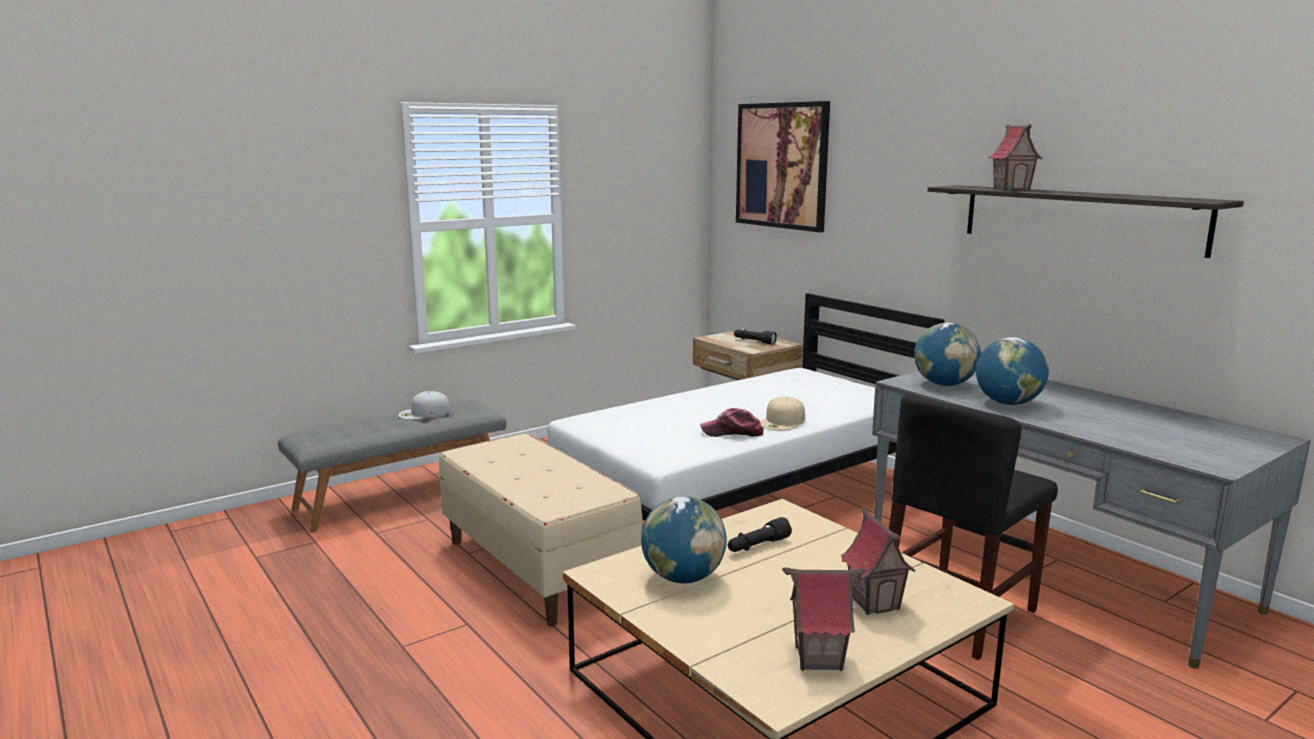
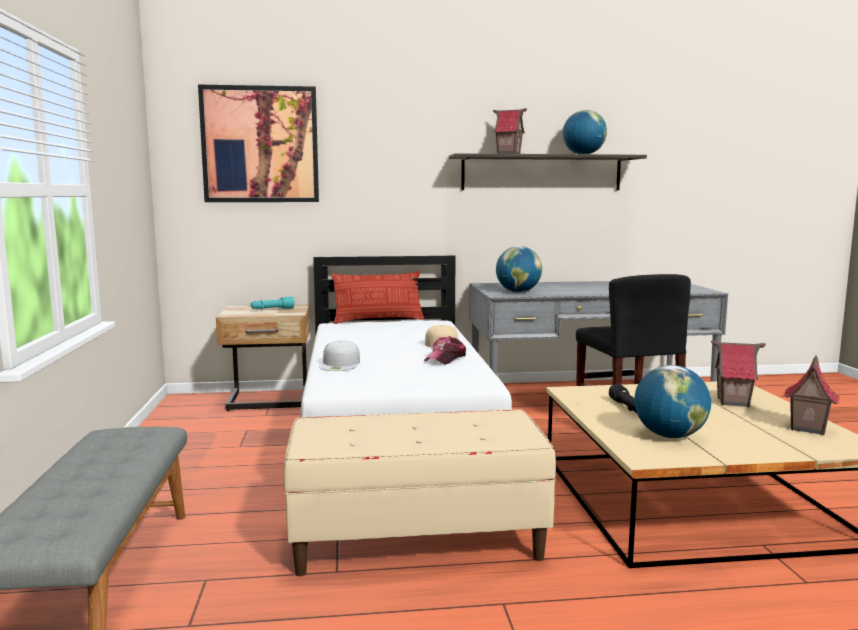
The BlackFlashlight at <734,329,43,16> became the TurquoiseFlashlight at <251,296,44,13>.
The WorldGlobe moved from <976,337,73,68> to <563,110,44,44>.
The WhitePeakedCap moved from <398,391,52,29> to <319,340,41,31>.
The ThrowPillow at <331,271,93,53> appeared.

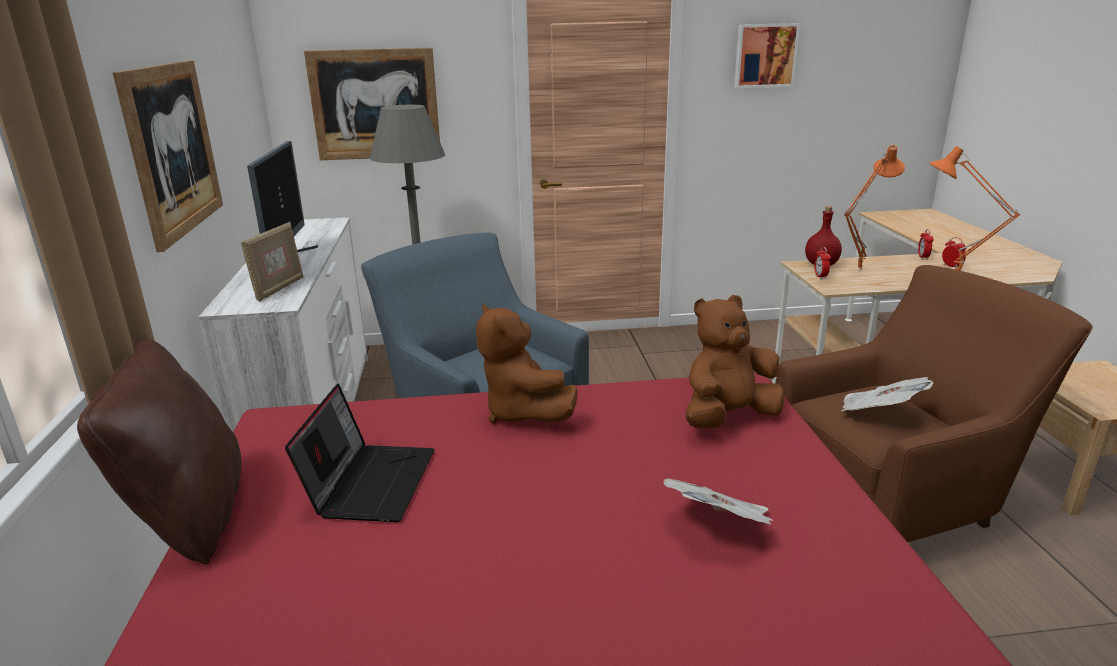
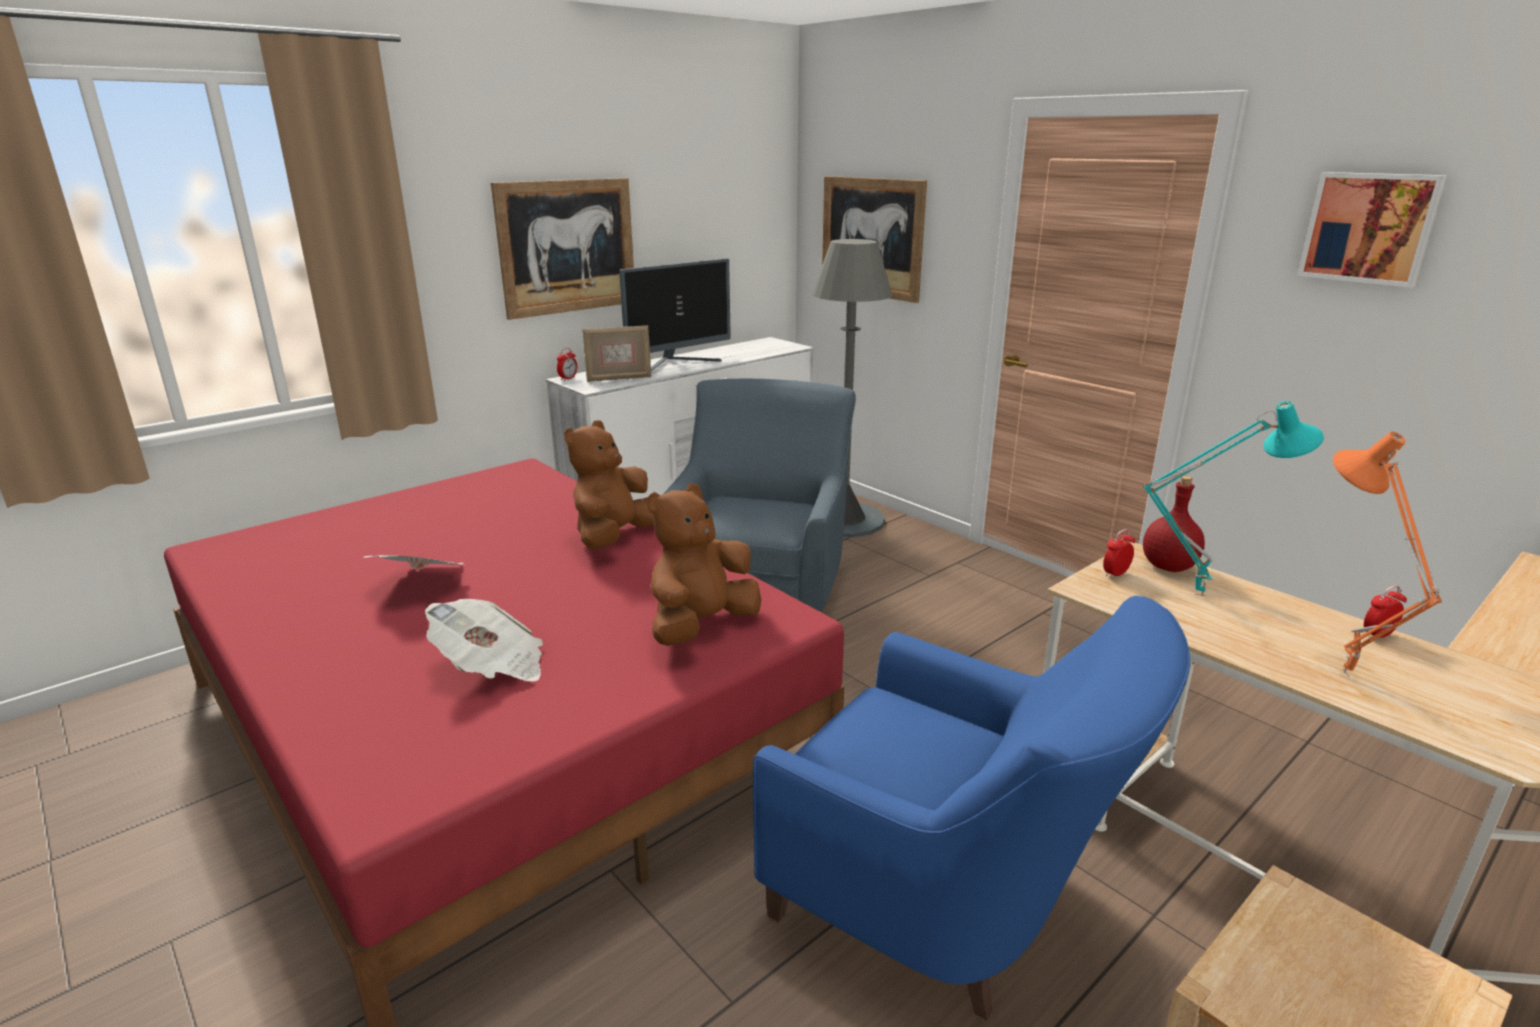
The OrangeTabletopLamp at <844,145,61,126> became the TurquoiseTabletopLamp at <1143,401,181,195>.
The AlarmClock moved from <942,237,24,30> to <557,348,20,33>.
The BrownColouredLoungeChair at <776,265,317,277> became the BlueLoungeChair at <753,596,437,424>.
The BrownColouredCuddlyToy at <685,295,99,133> turned 75 degrees counterclockwise.
The BrownColouredThrowPillow at <77,339,164,225> disappeared.
The DailyPaper moved from <841,377,92,34> to <363,555,100,15>.
The PortableComputer at <285,384,150,138> disappeared.

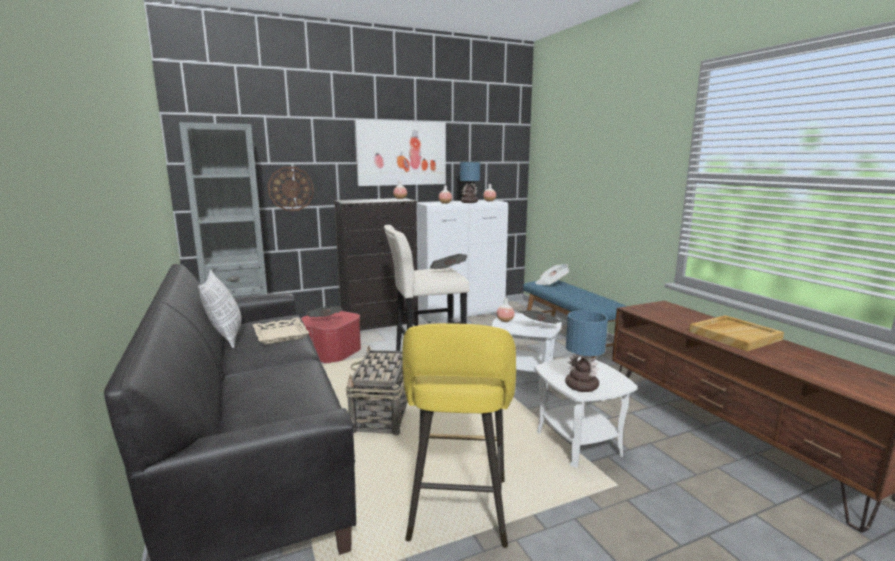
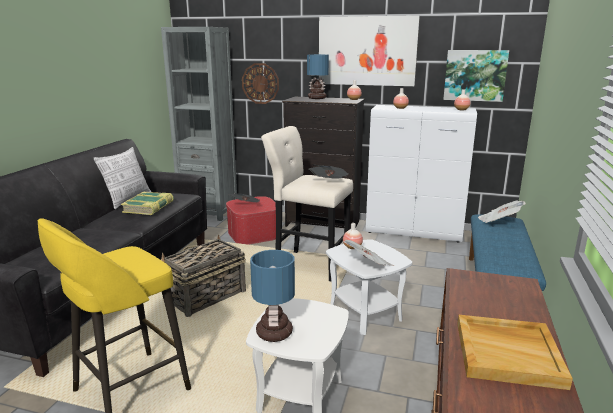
The TabletopLamp moved from <460,162,20,41> to <307,54,22,45>.
The BeigeCarryingTray at <253,318,56,27> was replaced by the Volume at <121,192,53,23>.
The Picture at <443,50,66,52> appeared.

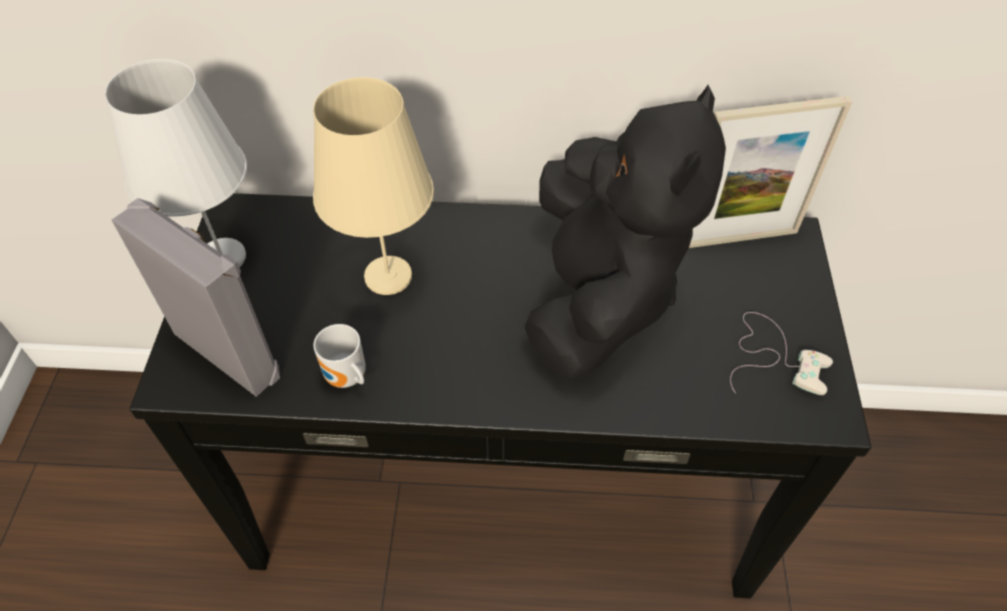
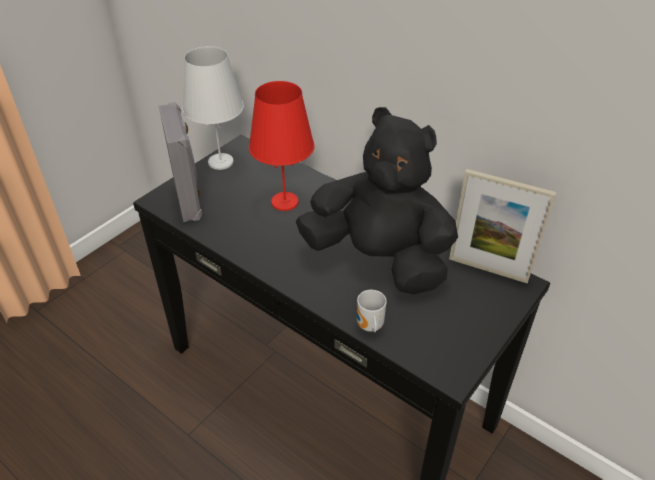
The BeigeTabletopLamp at <313,77,121,218> became the RedColouredTabletopLamp at <249,81,66,130>.
The BlackCuddlyToy at <525,85,201,293> turned 105 degrees counterclockwise.
The WhiteGameController at <730,312,103,83> disappeared.
The CoffeeMug moved from <313,324,53,64> to <357,290,30,42>.

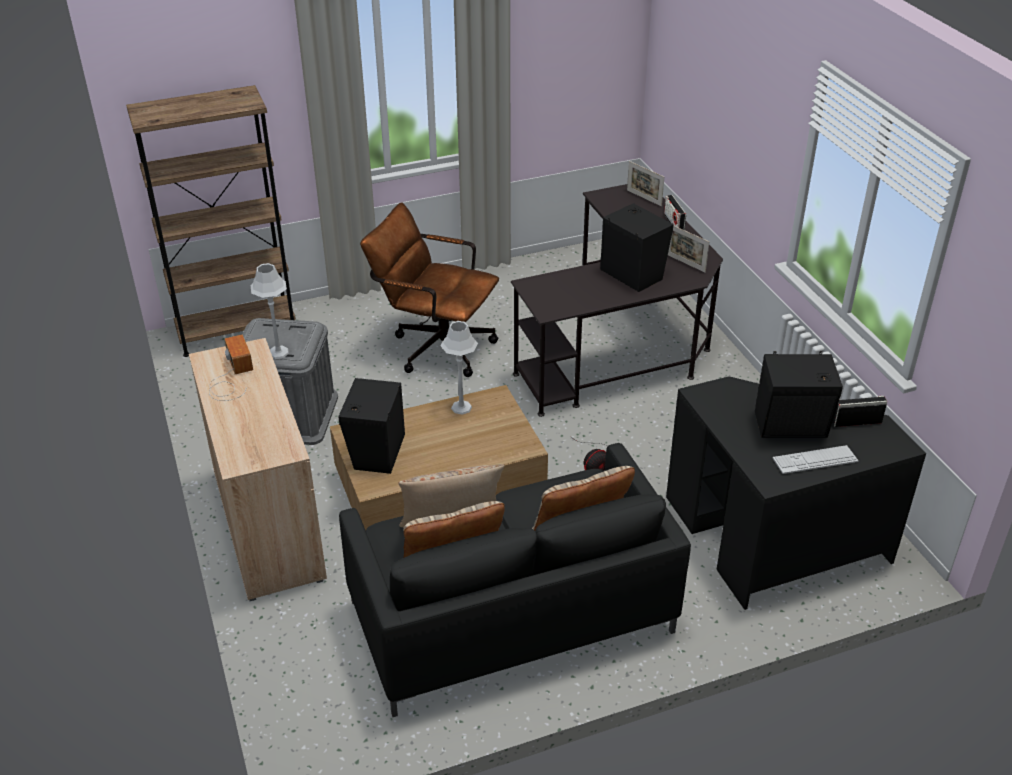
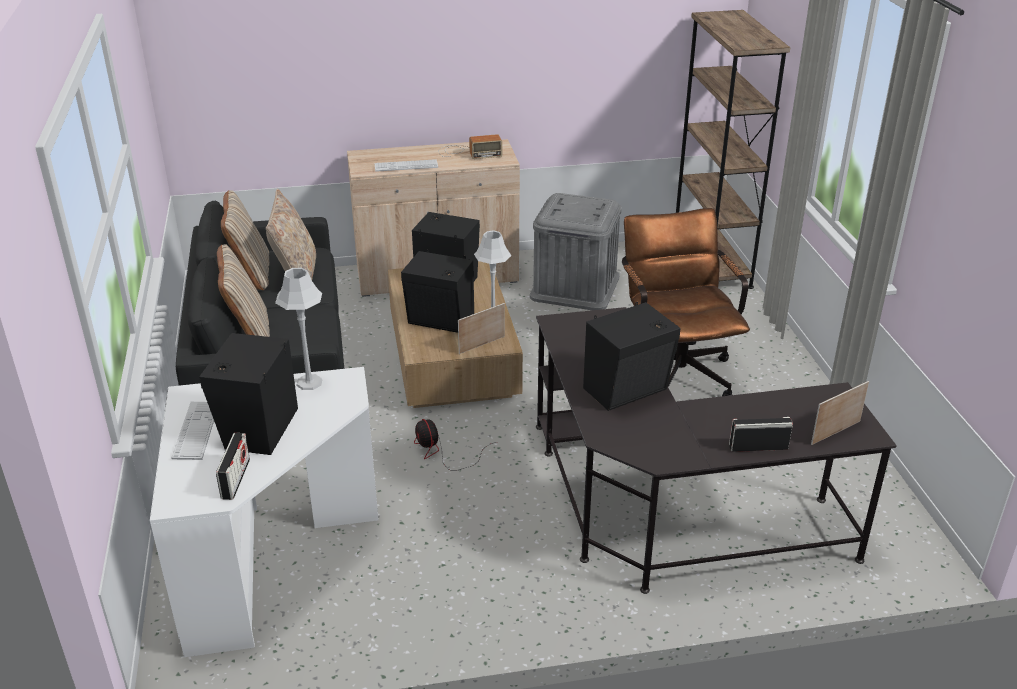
The BrownColouredComputerChair at <360,202,139,175> turned 45 degrees counterclockwise.
The PhotoFrame moved from <668,225,41,48> to <458,303,47,51>.
The GreyishTabletopLamp moved from <251,263,38,96> to <275,268,47,122>.
The BlackDesk at <666,377,260,233> became the WhiteDesk at <150,367,229,290>.
The ComputerKeyboard at <374,159,64,13> appeared.
The BlackLoudspeaker at <401,250,73,83> appeared.

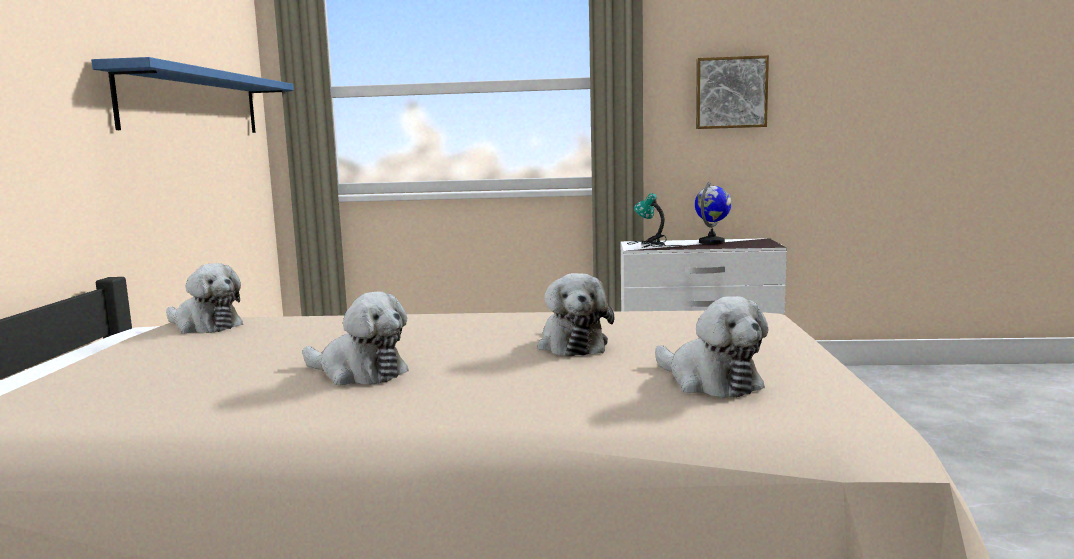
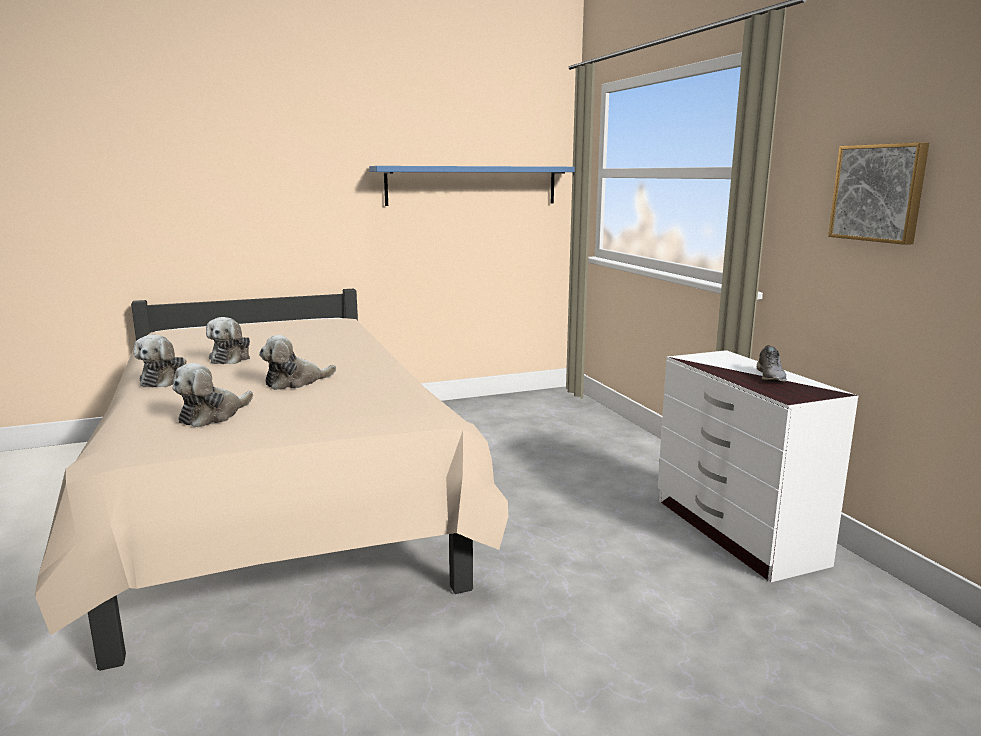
The WorldGlobe at <695,182,37,62> was replaced by the GreyishItemOfFootwear at <757,345,30,37>.
The TabletopLamp at <627,193,62,55> disappeared.
The CuddlyToy moved from <166,263,77,70> to <134,335,52,53>.

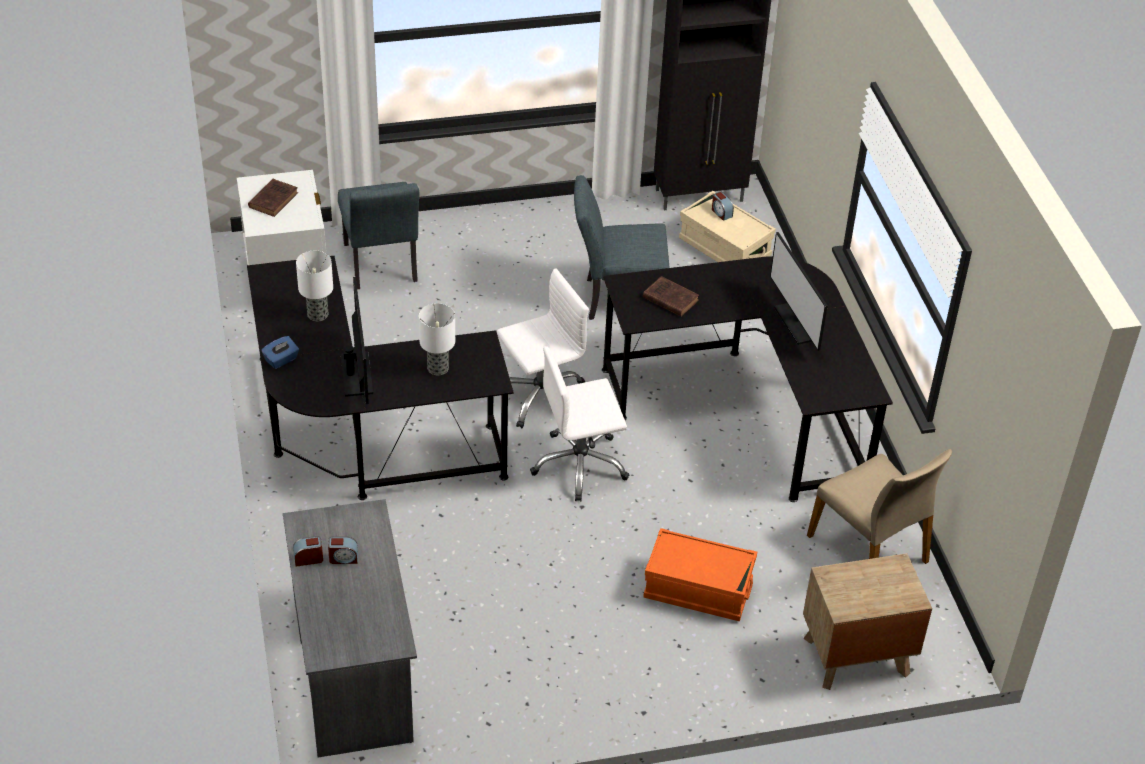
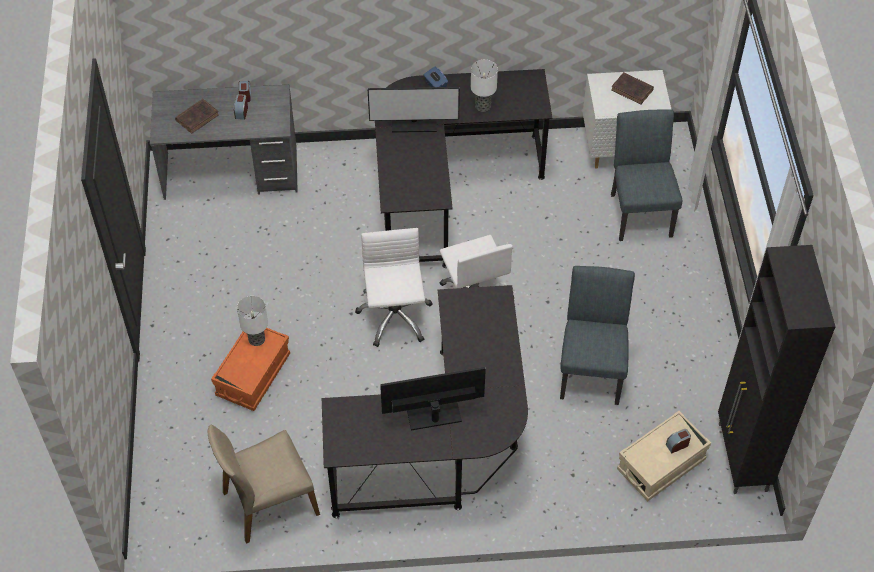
The GreyishUprightChair at <338,182,81,107> turned 90 degrees clockwise.
The BrownColouredVolume moved from <643,276,56,40> to <175,99,44,35>.
The TabletopLamp moved from <419,303,36,72> to <237,296,31,50>.
The BrownColouredNightTable at <803,553,129,137> disappeared.

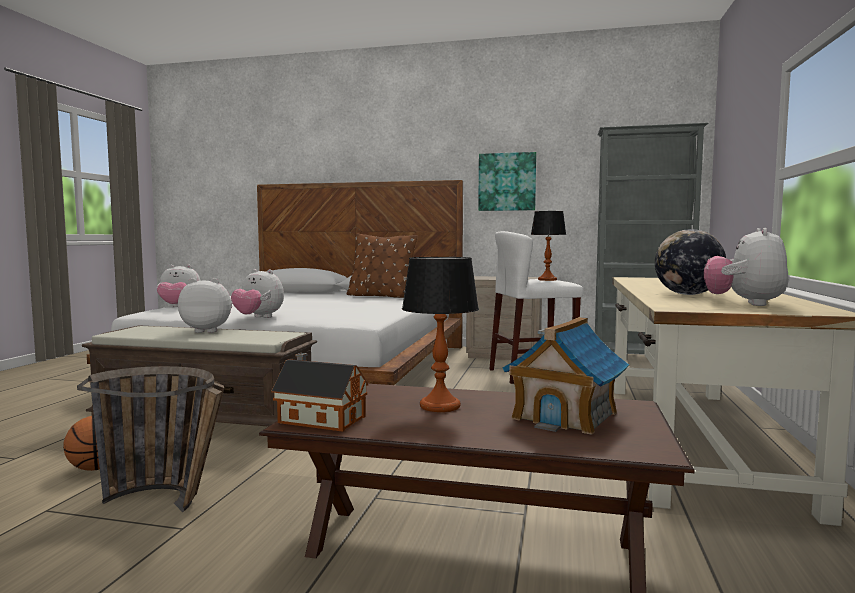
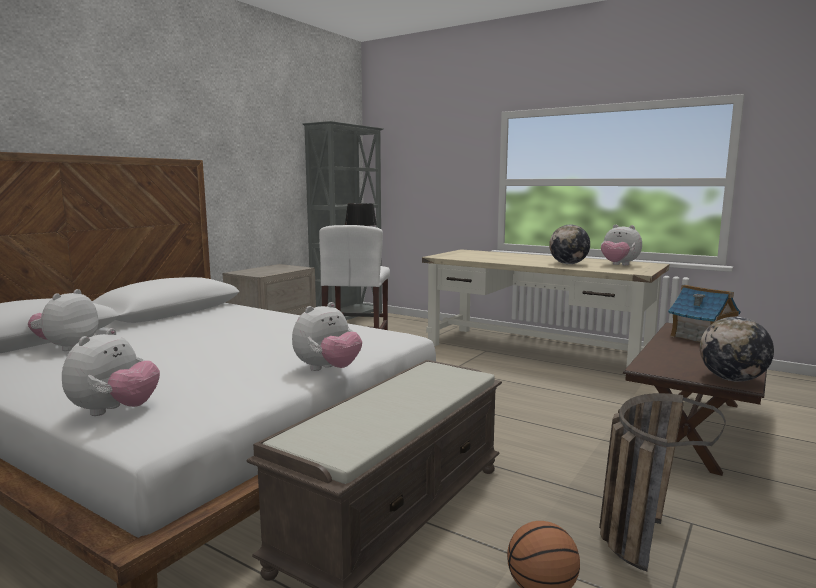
The Picture at <478,152,58,59> disappeared.
The BrownColouredThrowPillow at <346,234,71,64> disappeared.
The TabletopLamp at <402,257,77,155> disappeared.
The CuddlyToy moved from <178,278,54,55> to <28,289,70,62>.
The ModelHouse at <271,353,97,79> was replaced by the WorldGlobe at <700,317,74,65>.

